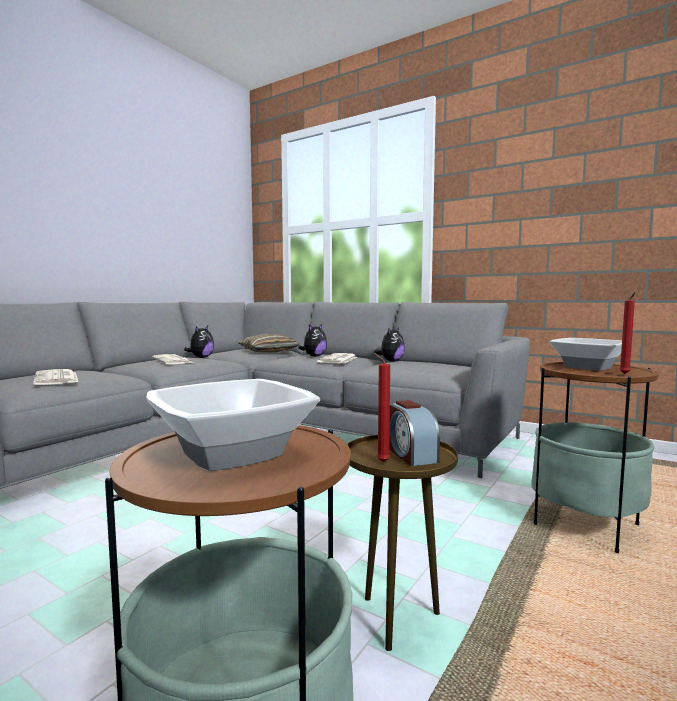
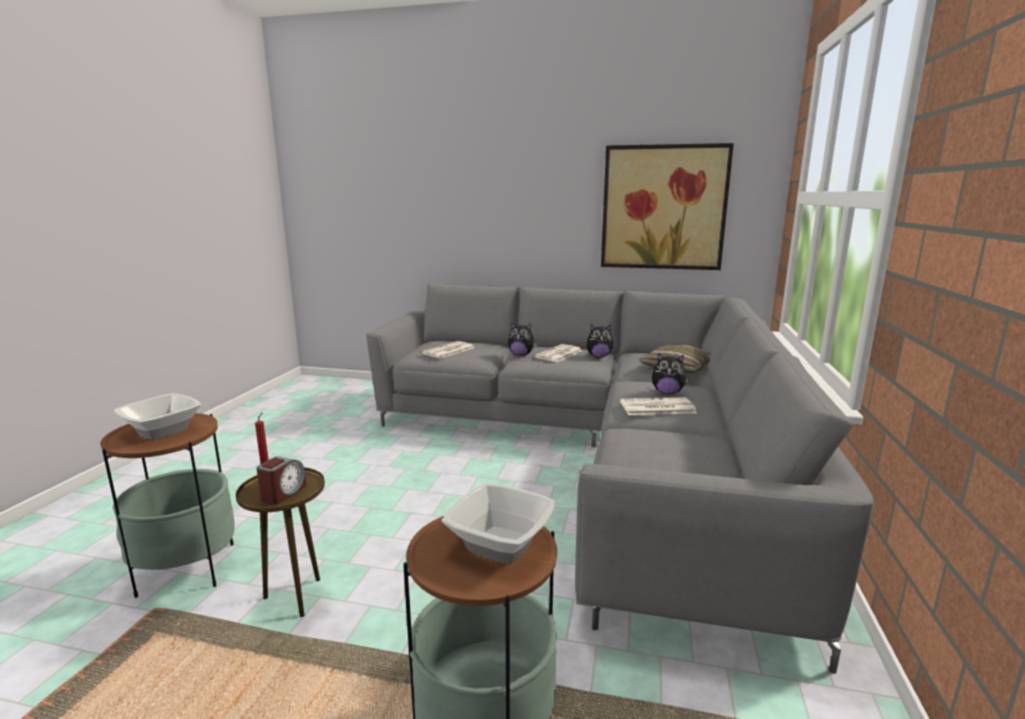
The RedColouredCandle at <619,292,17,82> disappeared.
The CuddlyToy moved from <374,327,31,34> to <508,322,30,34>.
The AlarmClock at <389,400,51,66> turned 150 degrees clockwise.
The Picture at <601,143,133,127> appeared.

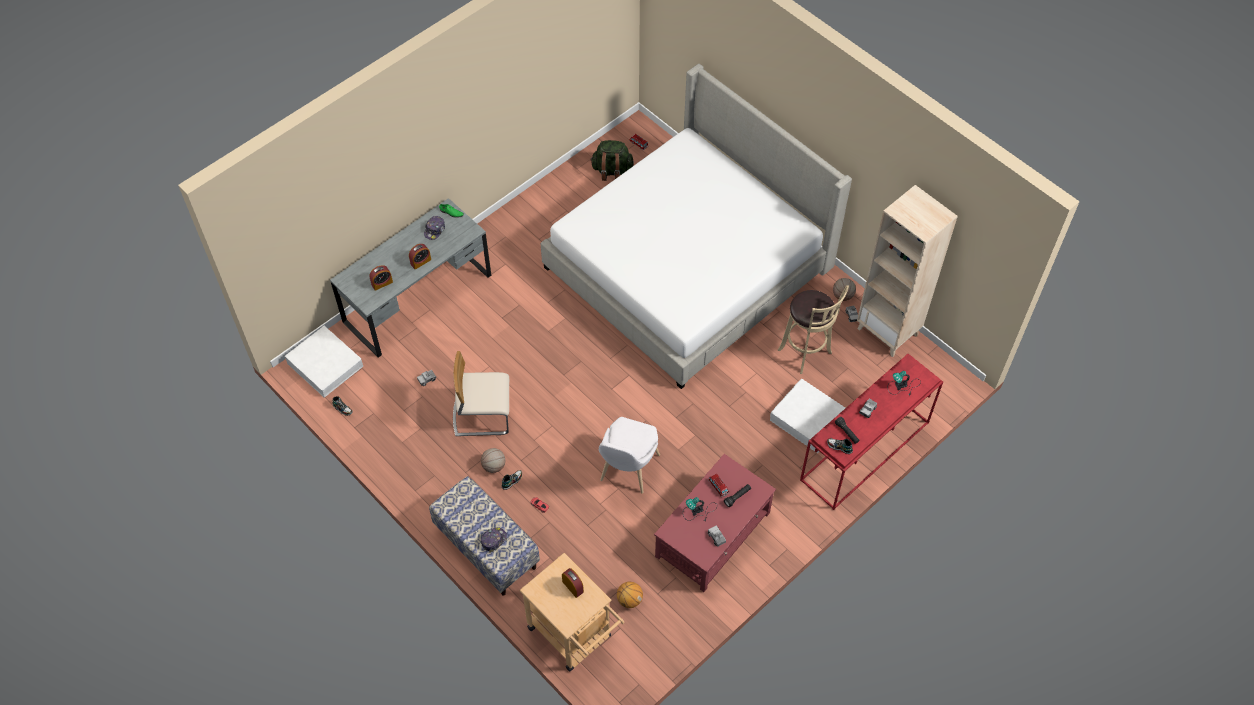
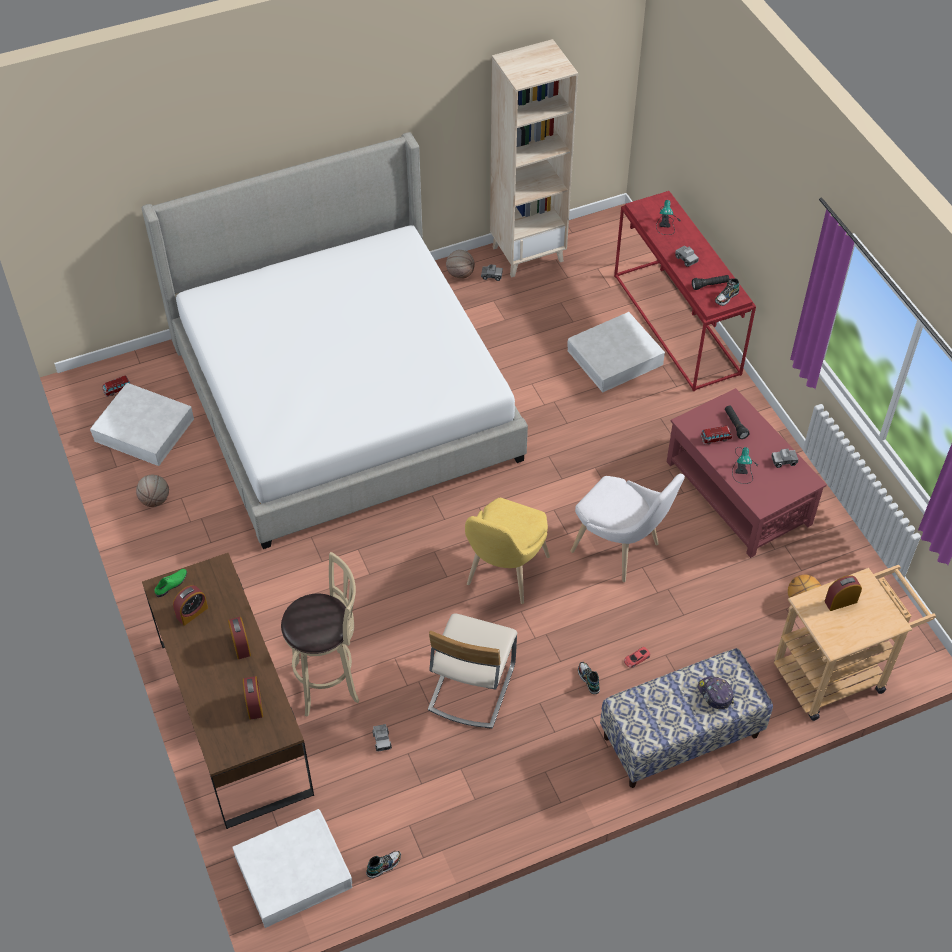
The GreenRucksack at <590,140,44,41> was replaced by the WhiteStorageContainer at <90,383,104,83>.
The GreyishDesk at <330,198,161,160> became the BrownColouredDesk at <142,553,172,276>.
The PeakedCap at <424,216,21,24> was replaced by the AlarmClock at <173,585,35,41>.
The BeigeStoolSeat moved from <778,285,71,89> to <281,552,78,165>.
The Basketball moved from <481,448,24,25> to <136,475,33,32>.
The YellowUprightChair at <465,498,85,106> appeared.

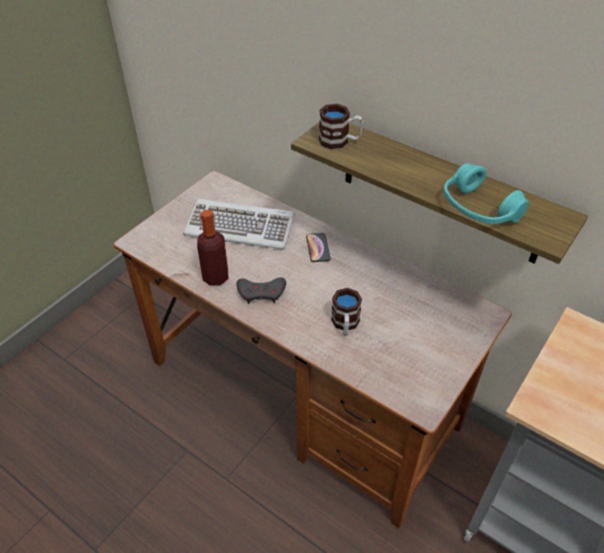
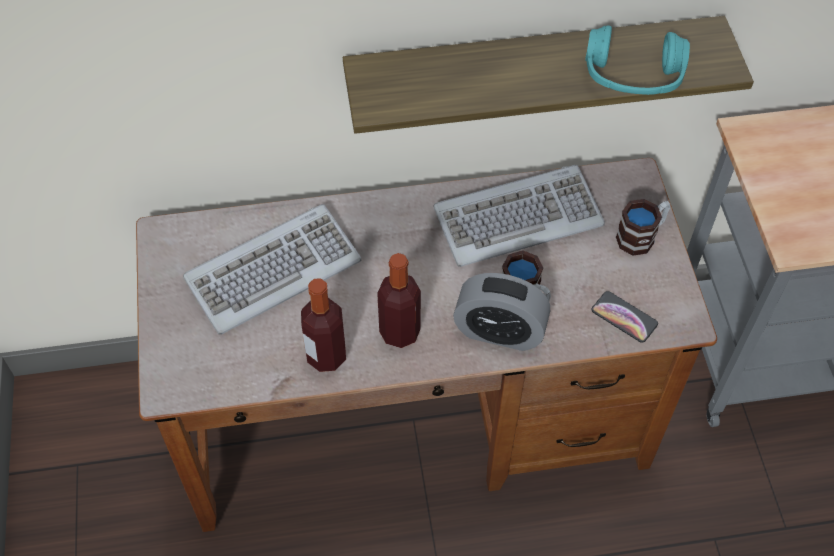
The CoffeeMug moved from <319,104,44,45> to <616,199,54,56>.
The Telephone moved from <306,233,25,29> to <591,291,67,52>.
The GreyishGameController at <236,277,50,27> was replaced by the Bottle at <377,253,44,95>.
The ComputerKeyboard at <433,165,172,102> appeared.
The AlarmClock at <453,273,97,78> appeared.

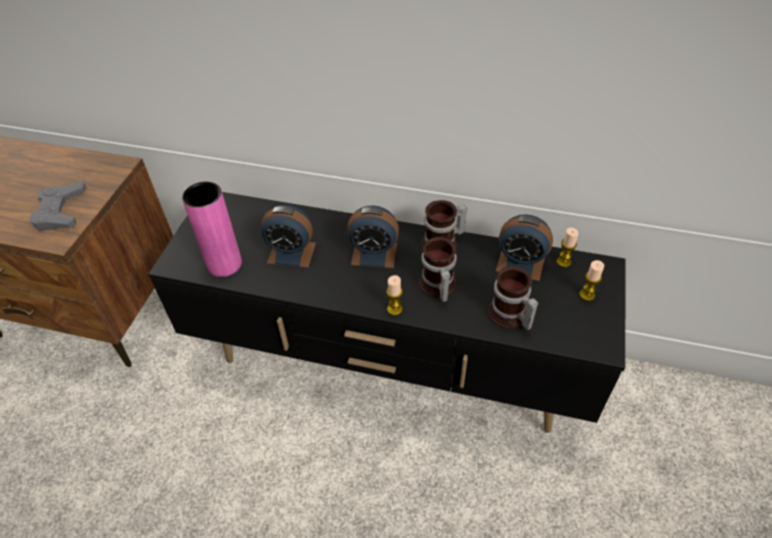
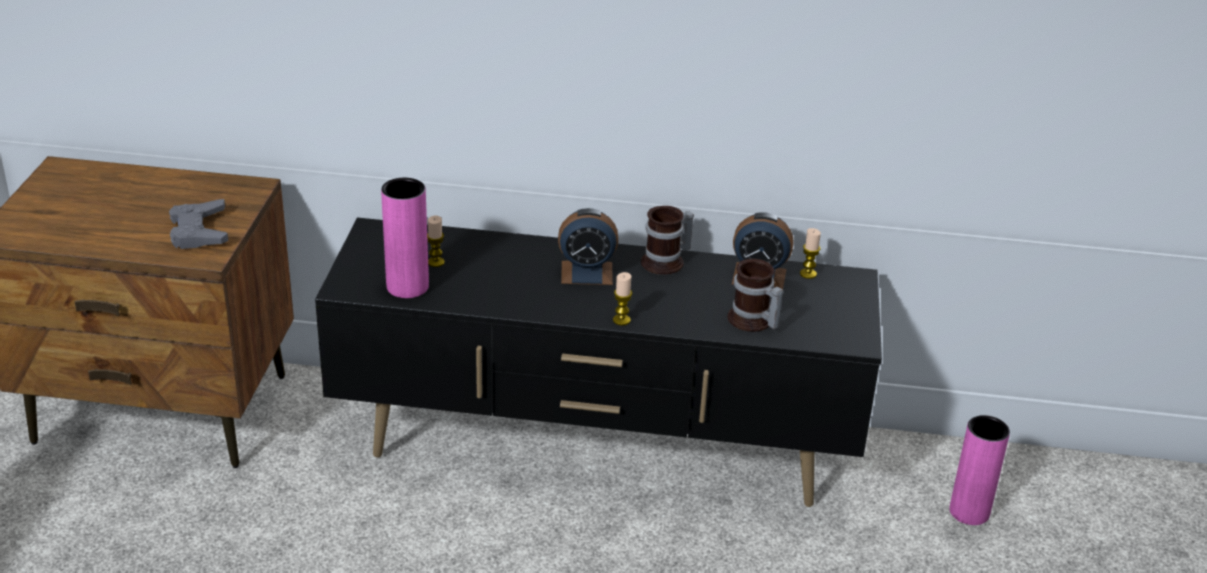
The AlarmClock at <261,205,55,63> disappeared.
The CoffeeMug at <419,237,38,65> disappeared.
The Candle moved from <579,260,25,41> to <427,216,18,51>.
The PinkishDecorativeVase at <949,415,61,110> appeared.

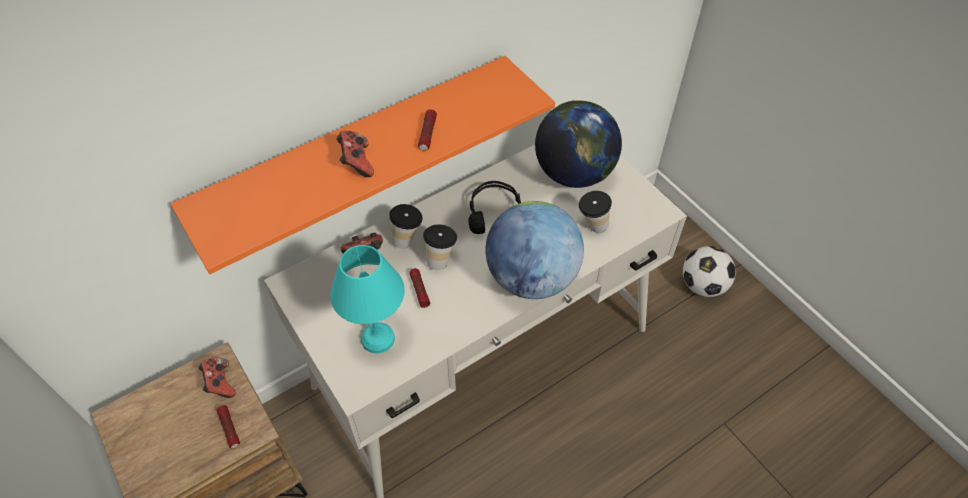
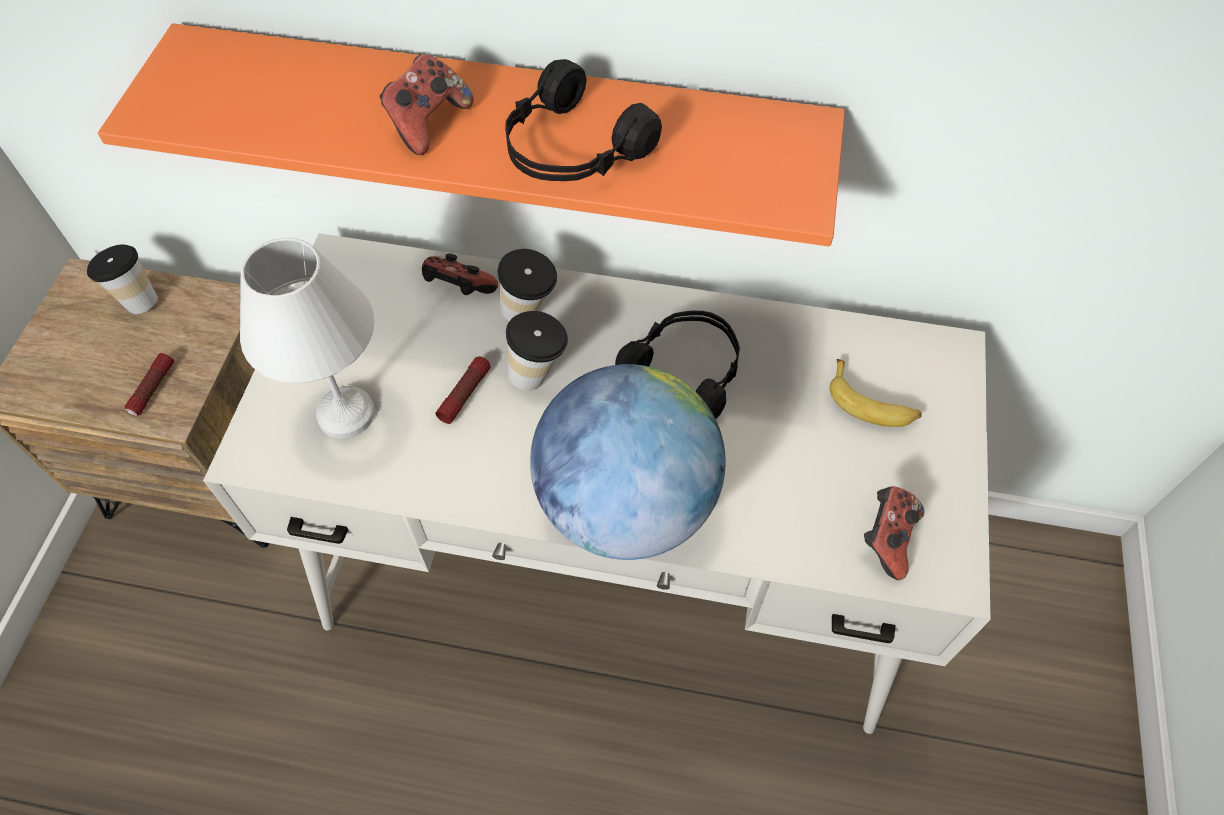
The WorldGlobe at <535,100,87,88> was replaced by the Banana at <829,359,93,68>.
The Flashlight at <418,109,19,42> was replaced by the BlackHeadset at <505,59,157,122>.
The Cup moved from <579,191,33,42> to <87,244,71,70>.
The TurquoiseTabletopLamp at <330,245,75,108> became the WhiteTabletopLamp at <240,238,135,201>.
The FootballBall at <683,246,53,51> disappeared.
The GameController moved from <198,358,38,40> to <864,486,60,94>.

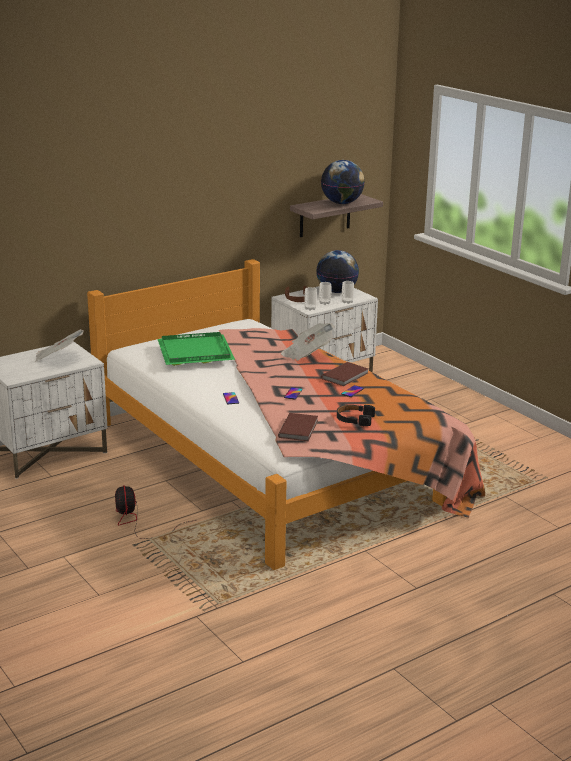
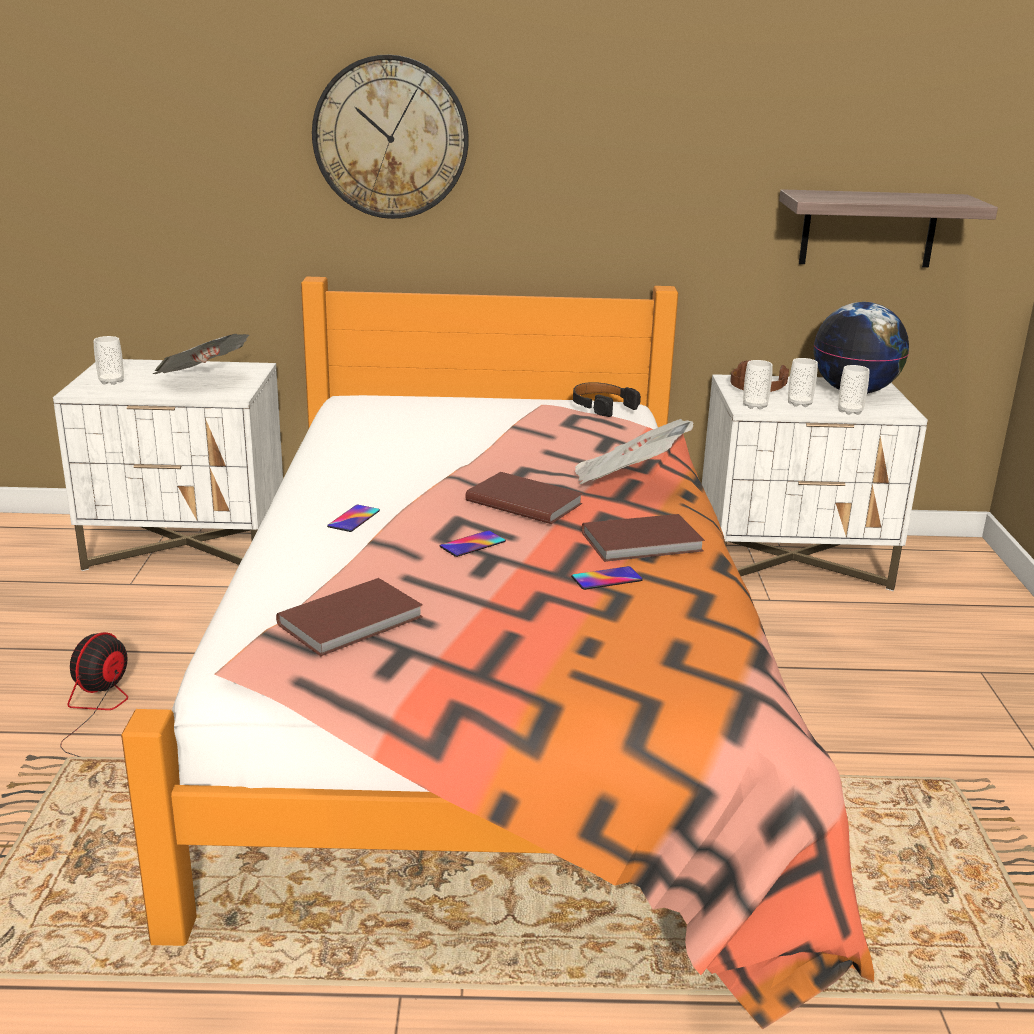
The WorldGlobe at <321,160,44,44> disappeared.
The GreenCarryingTray at <158,332,77,34> disappeared.
The BlackHeadset moved from <337,405,38,21> to <573,382,68,35>.
The ClockOnTheWall at <312,55,157,164> appeared.
The Cup at <94,336,30,49> appeared.
The BrownColouredVolume at <466,472,117,52> appeared.

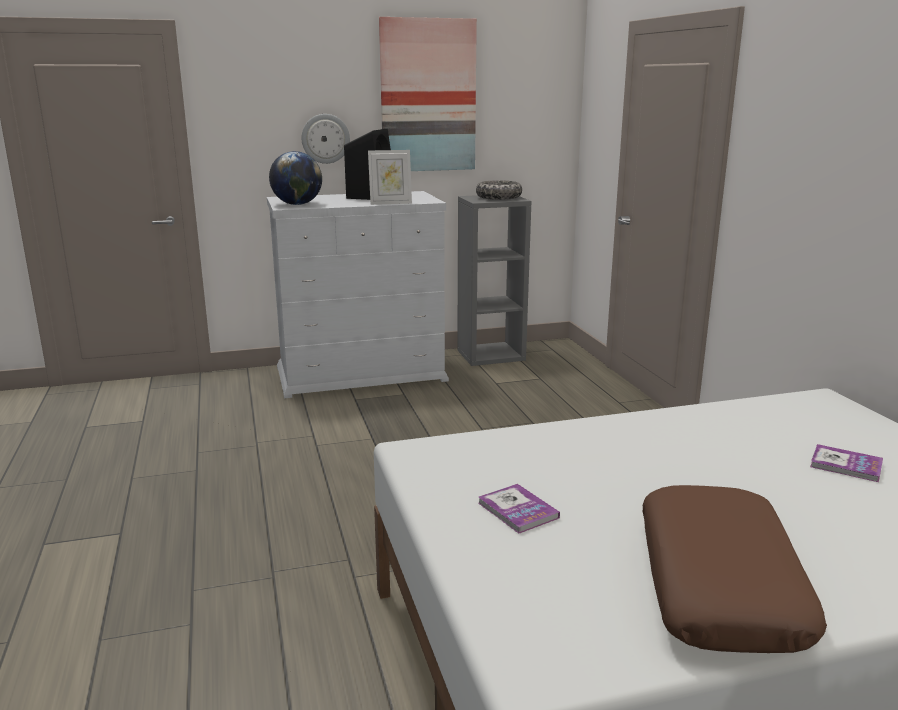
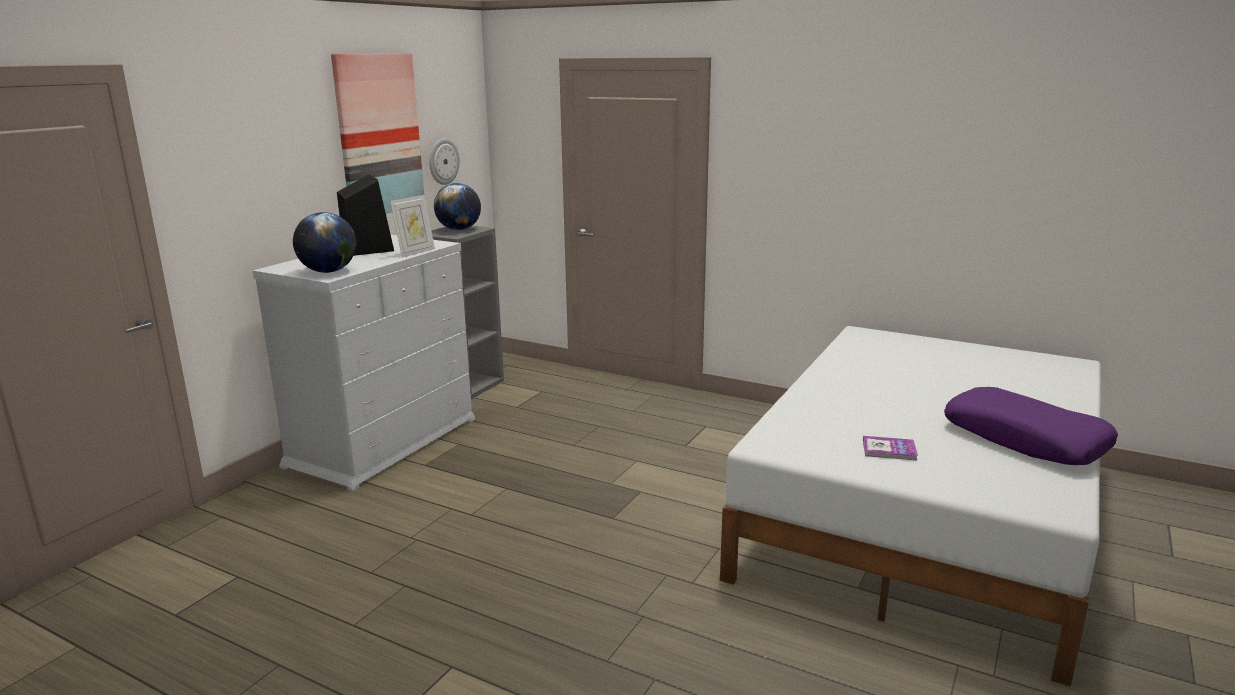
The ClockOnTheWall moved from <301,114,49,50> to <429,138,31,47>.
The DeepDish at <476,180,46,20> was replaced by the WorldGlobe at <434,183,47,47>.
The Volume at <810,444,73,38> disappeared.
The BrownColouredThrowPillow at <642,485,185,168> became the PurpleThrowPillow at <944,387,174,78>.

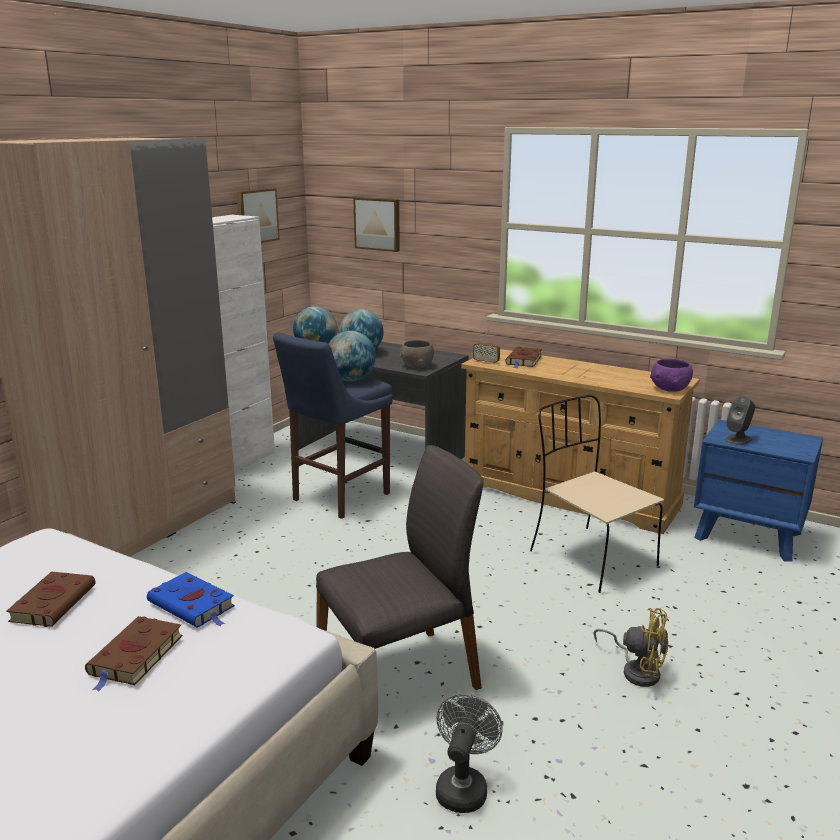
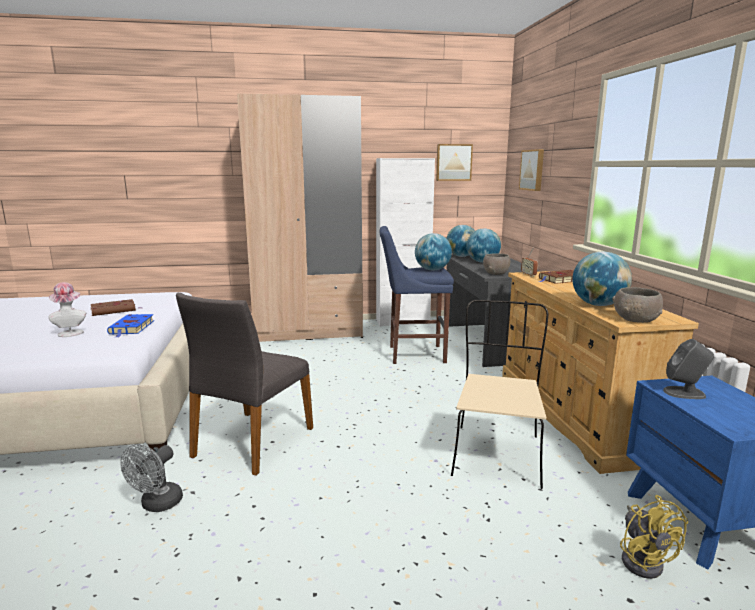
The PurpleDeepDish at <650,359,43,33> became the GreyishDeepDish at <612,287,51,36>.
The GreyishUprightChair at <316,445,168,245> turned 90 degrees clockwise.
The YellowCoolingFan moved from <593,608,76,79> to <620,495,68,84>.
The BrownColouredVolume at <85,616,98,76> was replaced by the Hat at <48,282,38,55>.
The GreyishCoolingFan at <436,694,67,119> turned 135 degrees clockwise.
The WorldGlobe at <572,252,60,54> appeared.

